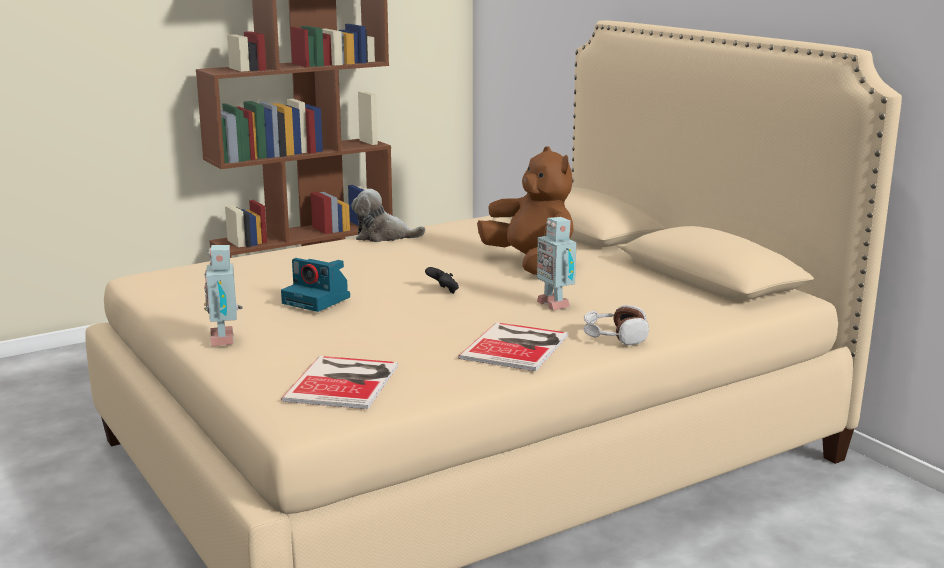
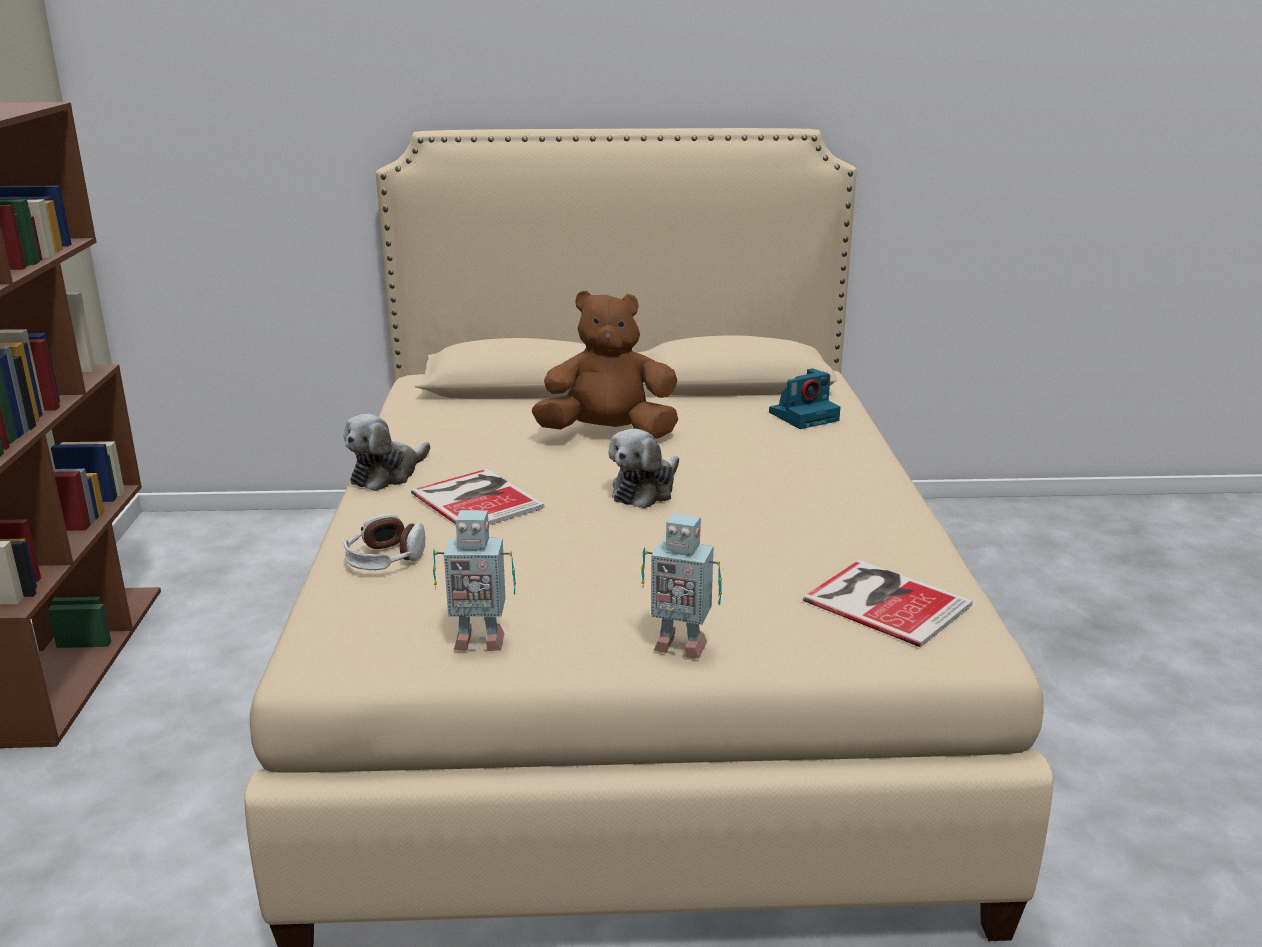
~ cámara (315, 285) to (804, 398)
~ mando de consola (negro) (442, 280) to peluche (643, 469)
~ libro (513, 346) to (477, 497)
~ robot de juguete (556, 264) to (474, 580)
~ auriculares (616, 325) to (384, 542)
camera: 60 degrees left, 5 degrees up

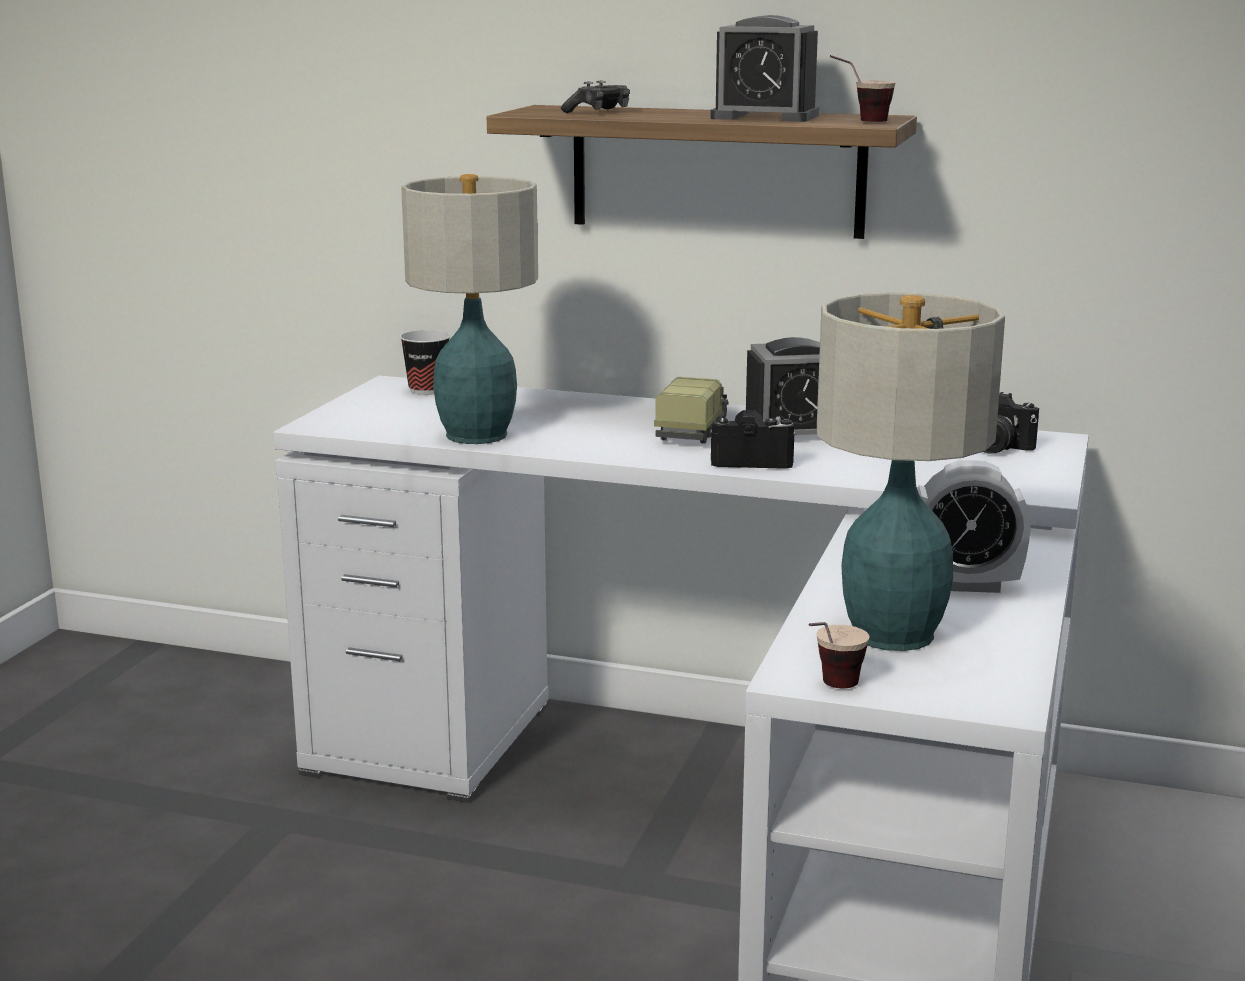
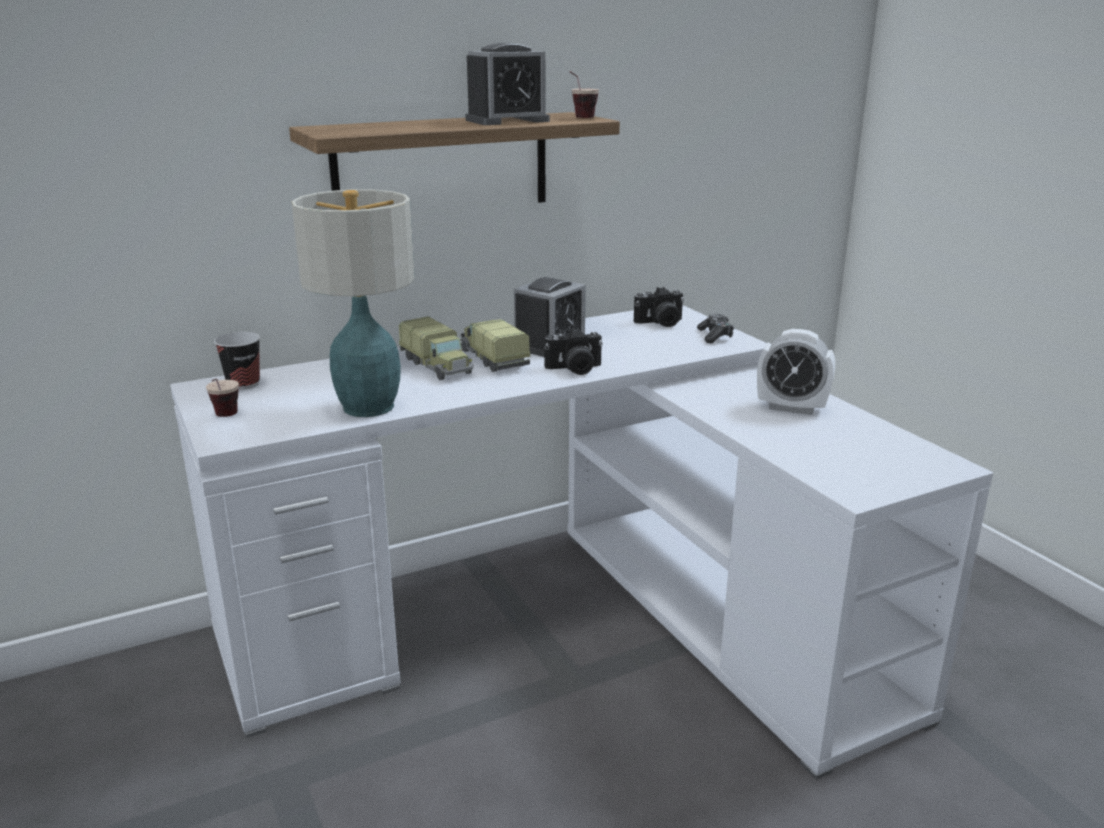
~ mando de consola (595, 96) to (715, 328)
~ cámara (753, 439) = (573, 351) 150 degrees counterclockwise
~ taza (839, 655) to (222, 397)
- lámpara de mesa (911, 471)
~ despertador (974, 526) = (796, 372) 60 degrees clockwise
+ camión de juguete (436, 348)
camera: 45 degrees left, 5 degrees up

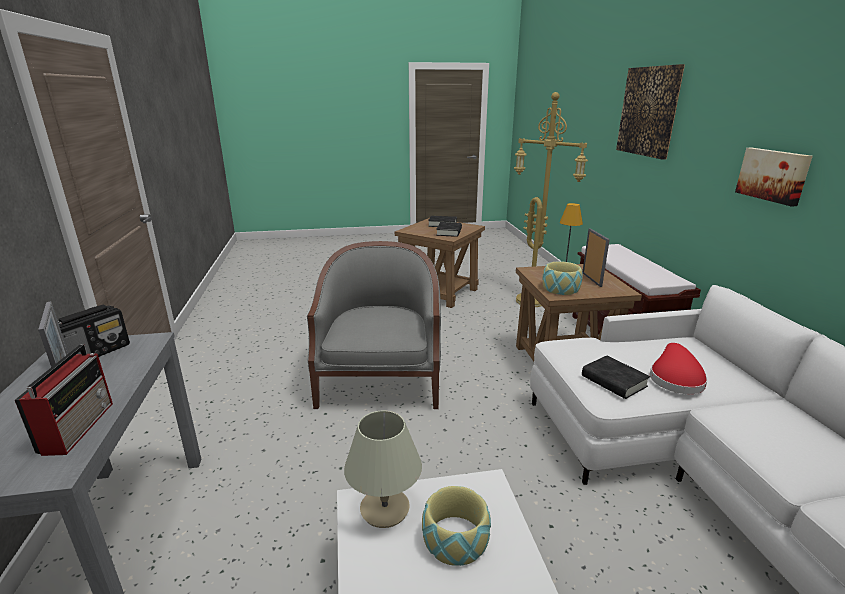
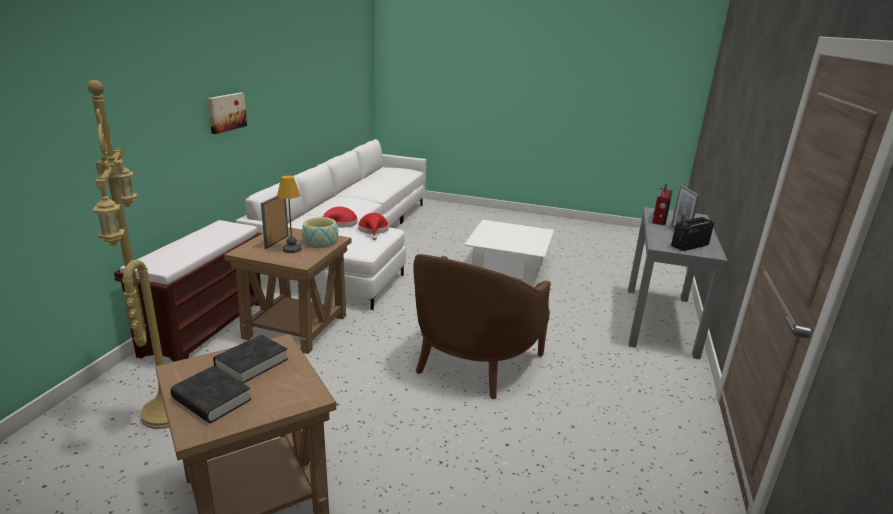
~ sillón (gris) (374, 325) to sillón (marrón) (482, 326)
- lámpara de mesa (beis) (383, 469)
- cuenco (456, 526)
~ libro (negro) (616, 377) to sombrero (rojo) (373, 226)
- cuadro (650, 111)
camera: 155 degrees left, 0 degrees up

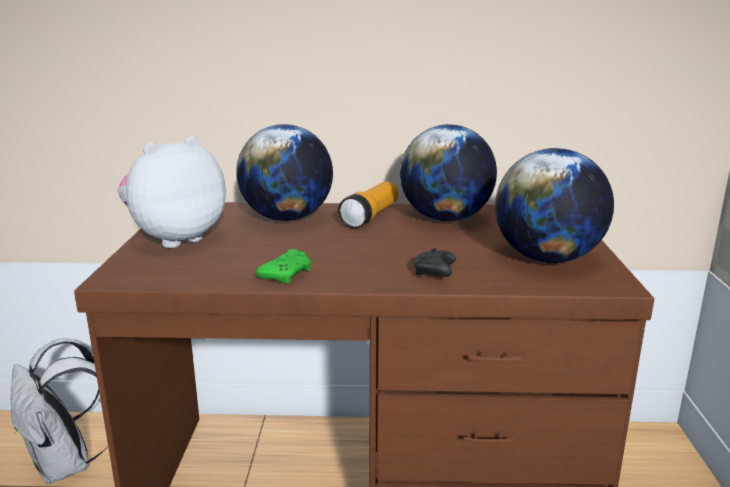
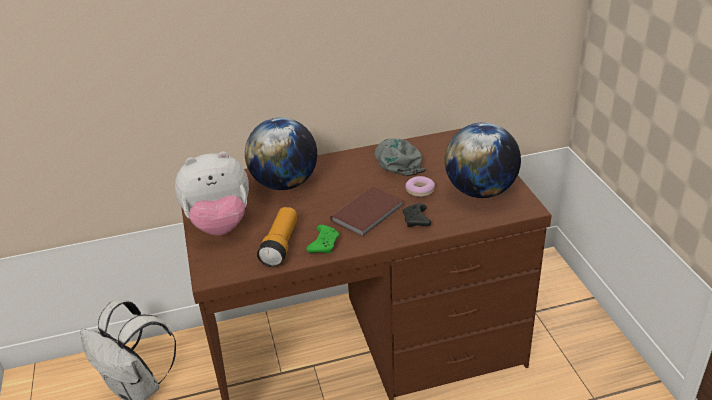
~ peluche (172, 192) = (212, 193) 135 degrees counterclockwise
~ linterna (368, 205) to (277, 237)
~ globo terráqueo (448, 172) to gorra (gris) (400, 157)
+ libro (marrón) (366, 212)
+ rosquilla (420, 186)
camera: 15 degrees left, 15 degrees up

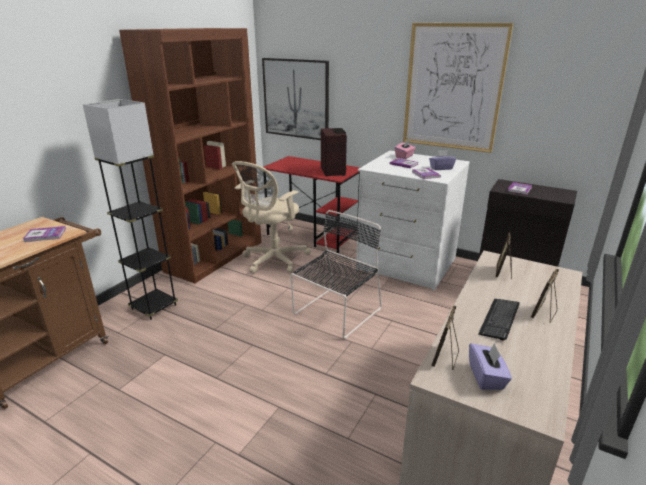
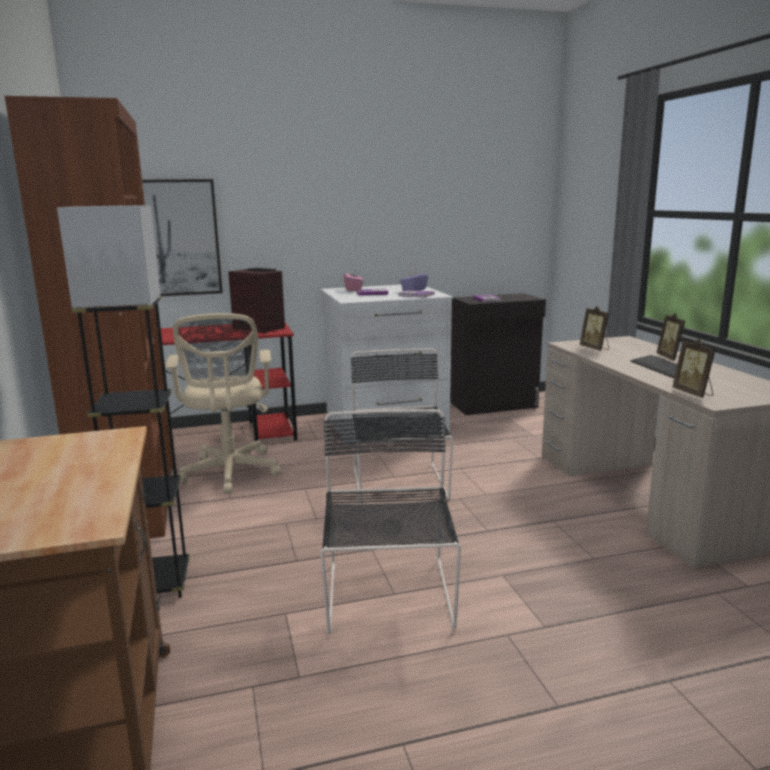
- libro (44, 234)
- cuadro (458, 88)
- caja de pañuelos (morado) (490, 366)
+ silla (negro) (390, 521)
camera: 45 degrees left, 10 degrees down

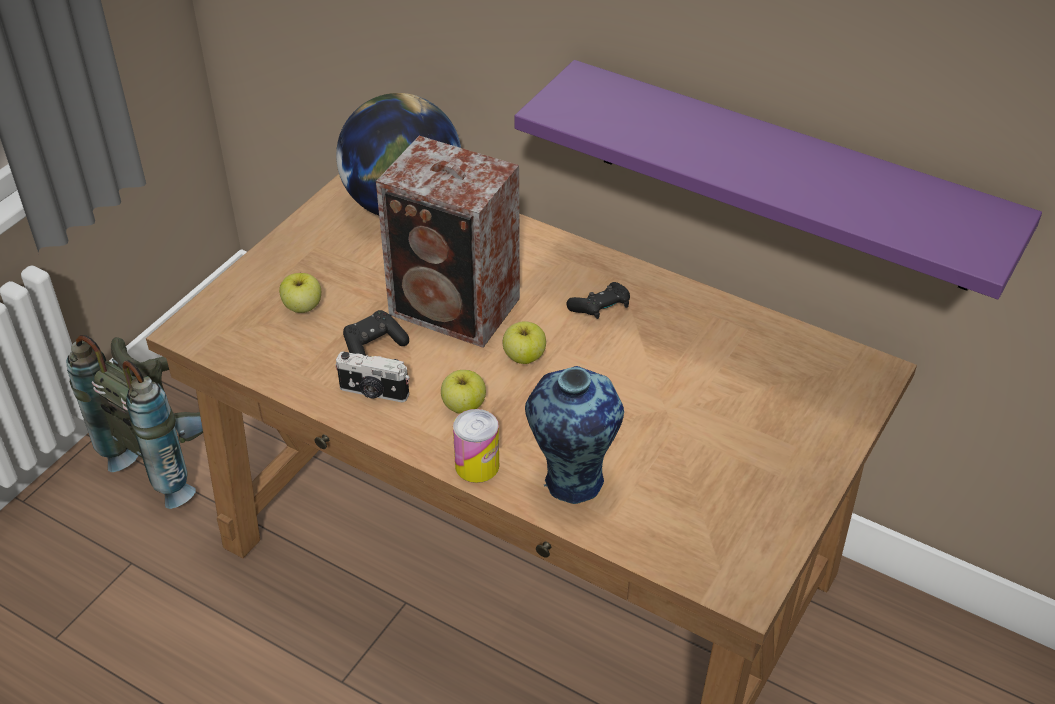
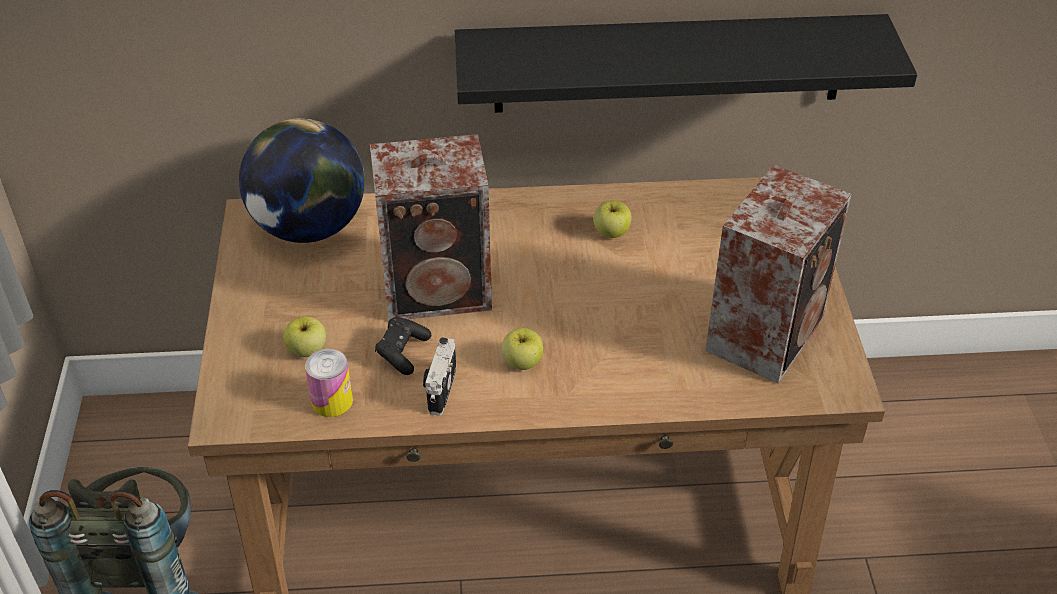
~ cámara (372, 376) = (439, 376) 120 degrees clockwise
~ lata (476, 446) to (329, 383)
~ manzana (524, 342) to (612, 219)
~ estante (morado) (778, 179) to estante (negro) (686, 63)
- florero (574, 435)
- mando de consola (negro) (598, 300)
+ altavoz (778, 274)
camera: 35 degrees left, 0 degrees up

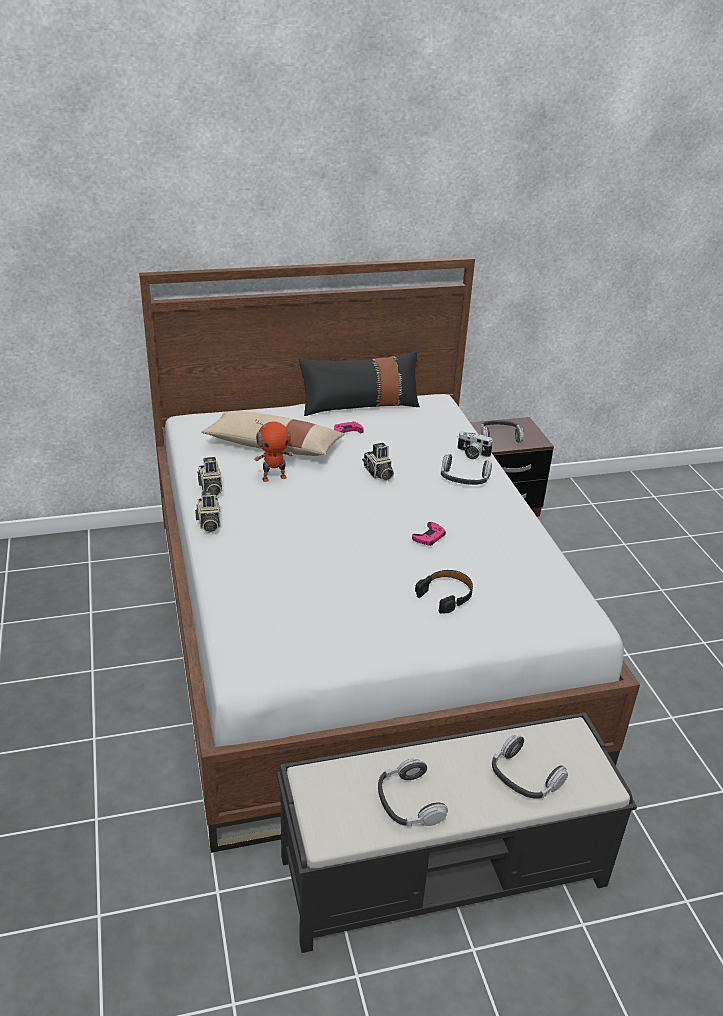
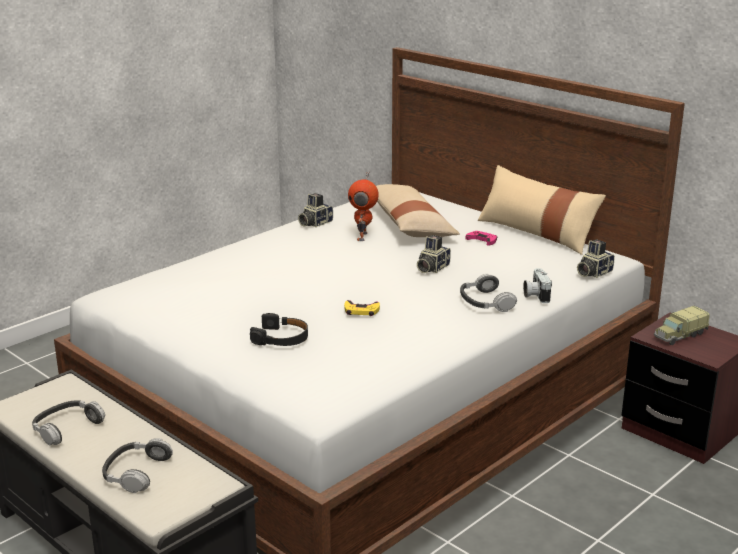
~ cámara (207, 511) to (596, 258)
~ robot de juguete (273, 450) = (363, 206) 60 degrees clockwise
~ cojín (negro) (359, 383) to cojín (beis) (542, 210)
~ mando de consola (rosa) (429, 534) to mando de consola (amarillo) (362, 308)
~ auriculares (502, 432) to camión de juguete (682, 325)
camera: 60 degrees right, 10 degrees down

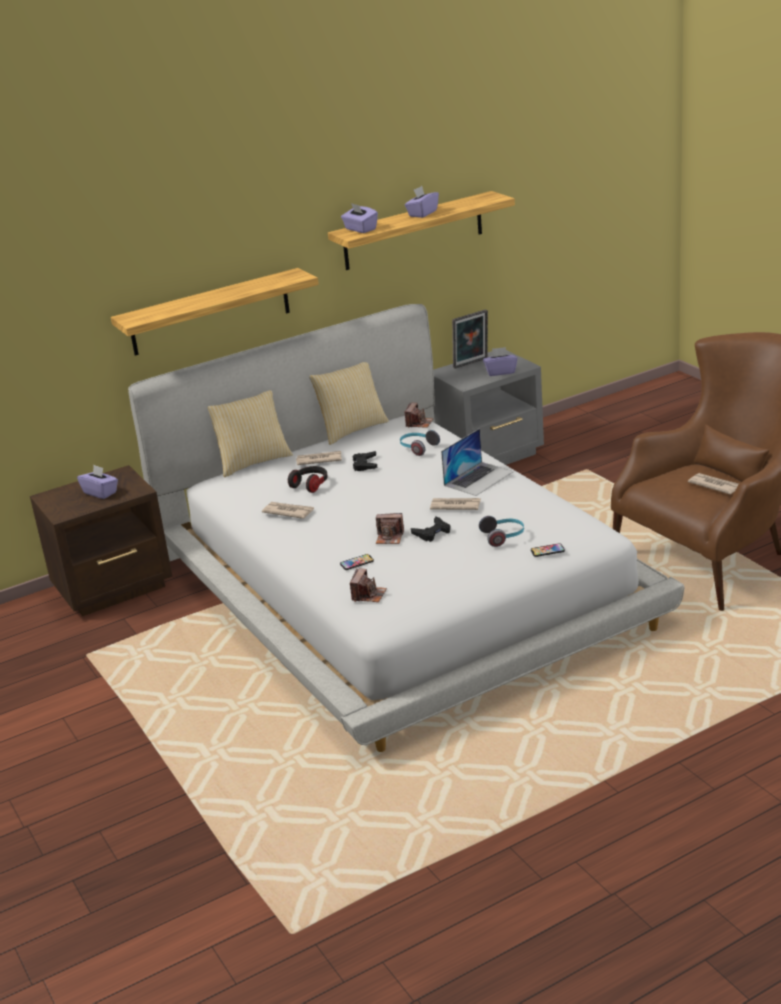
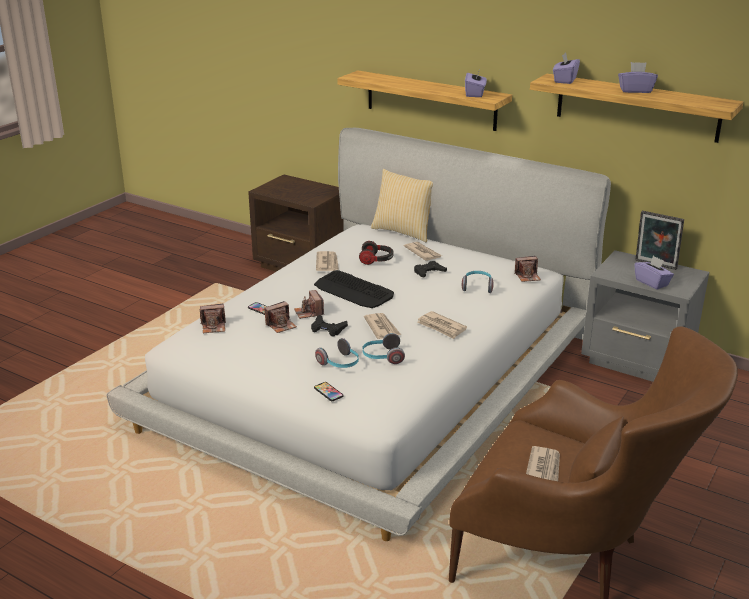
~ caja de pañuelos (morado) (97, 482) to (476, 82)
- cojín (349, 403)
~ portátil (477, 462) to periódico (442, 325)
+ cámara (280, 317)
+ teclado (354, 289)
+ auriculares (383, 348)
camera: 60 degrees right, 0 degrees up

